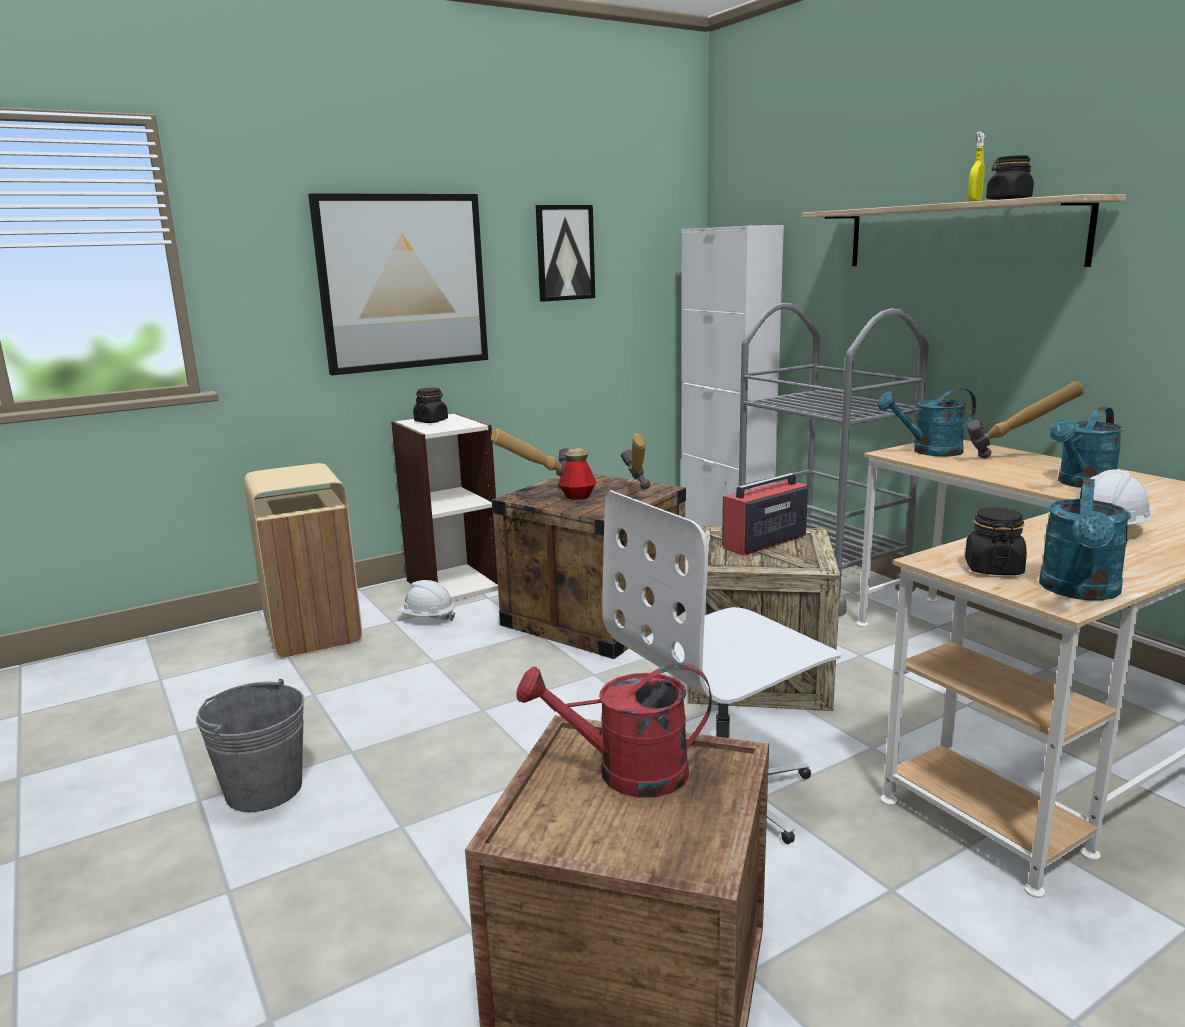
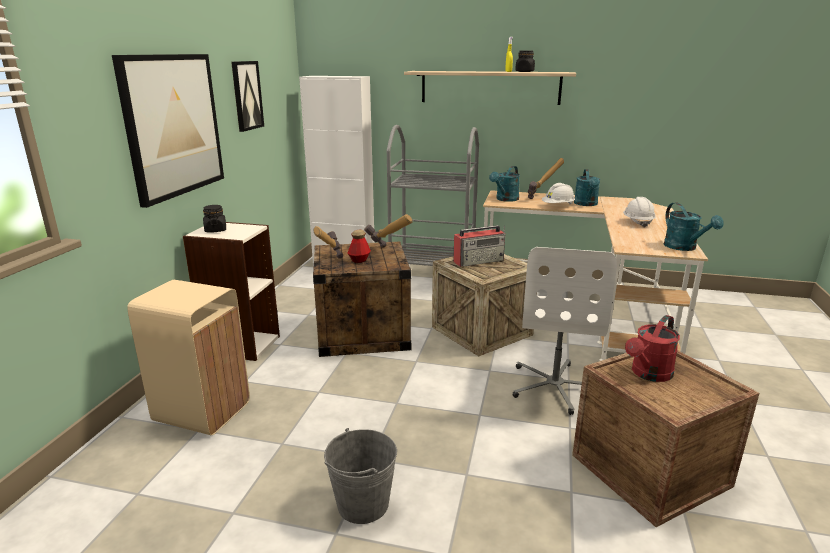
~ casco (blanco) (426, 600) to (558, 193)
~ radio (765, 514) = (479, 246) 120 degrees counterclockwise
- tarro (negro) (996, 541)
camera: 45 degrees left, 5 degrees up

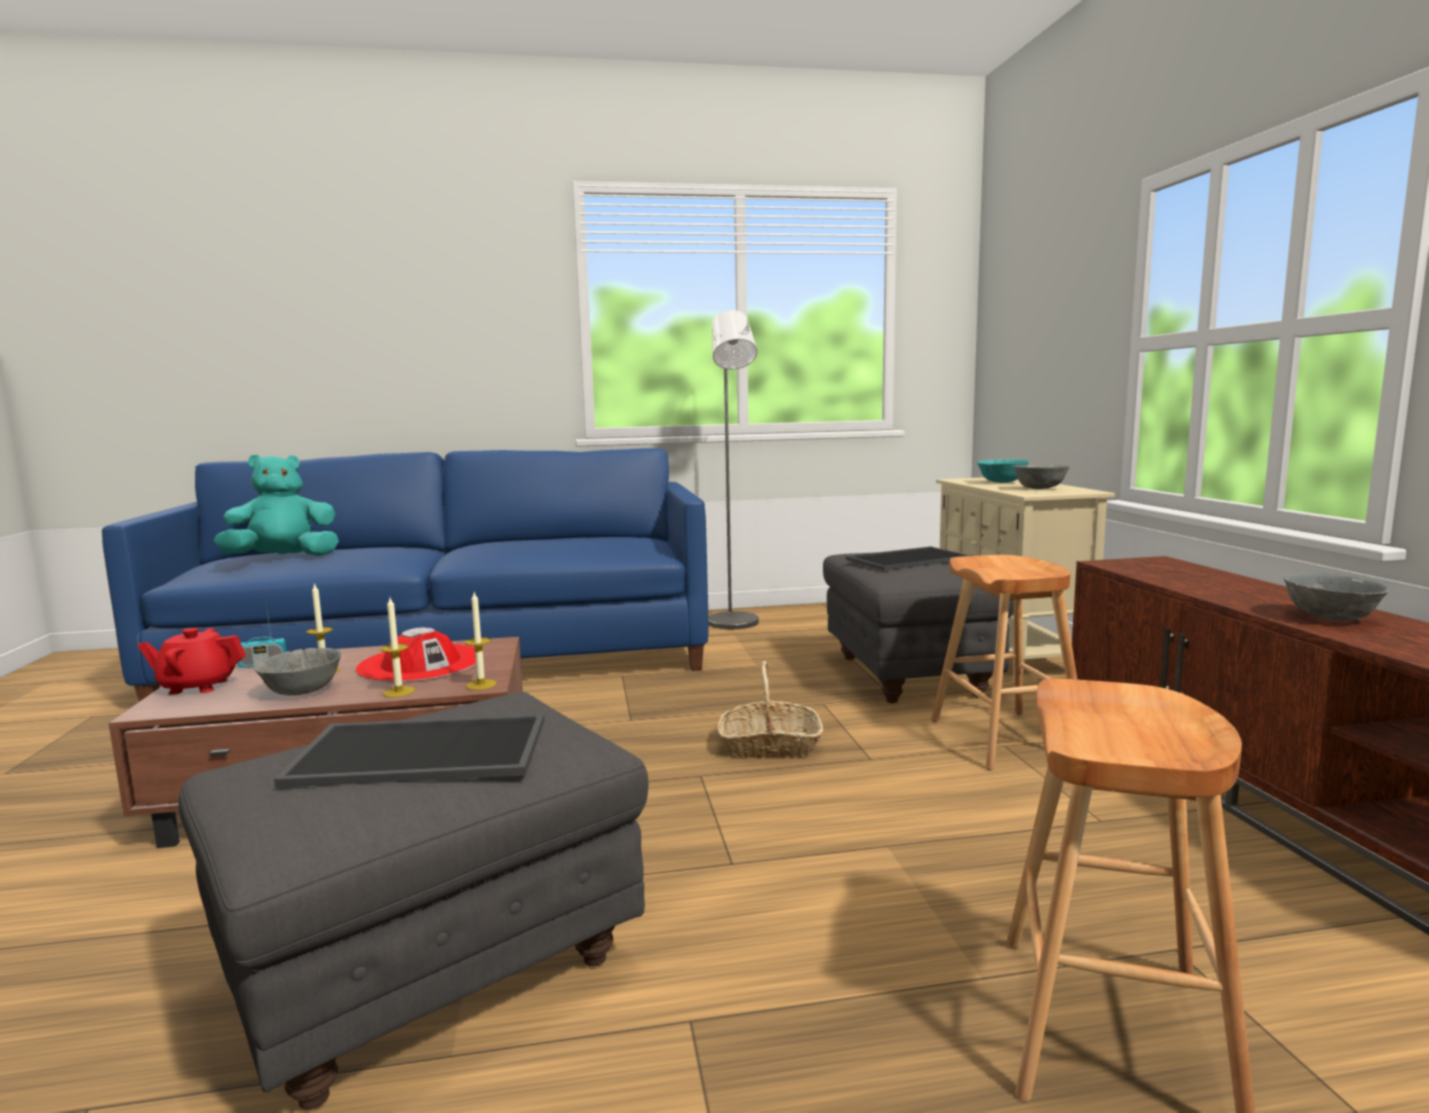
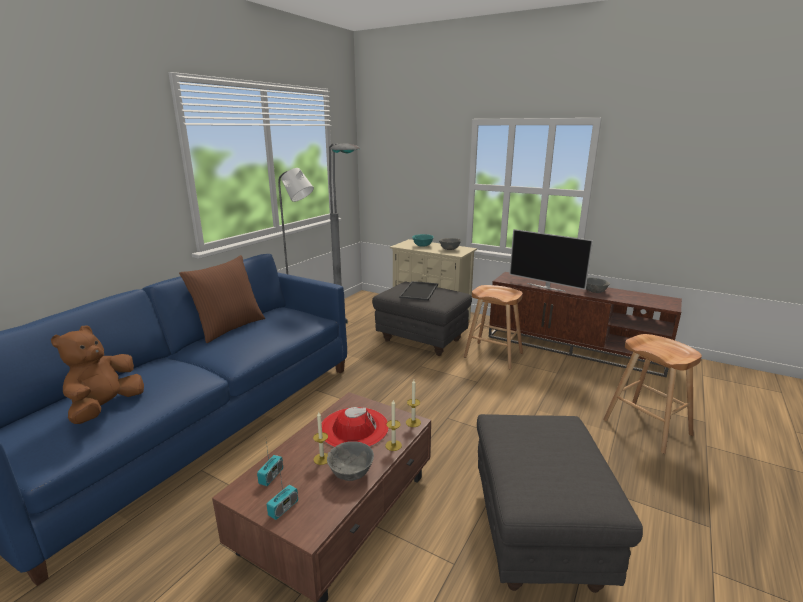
~ tetera (rojo) (191, 661) to radio (282, 495)
~ peluche (turquesa) (276, 505) to peluche (marrón) (97, 374)
- bandeja (409, 751)
- cesta (770, 709)
+ cojín (marrón) (222, 299)
+ lámpara de pie (gris) (344, 233)
+ televisor (551, 260)
camera: 50 degrees left, 10 degrees up

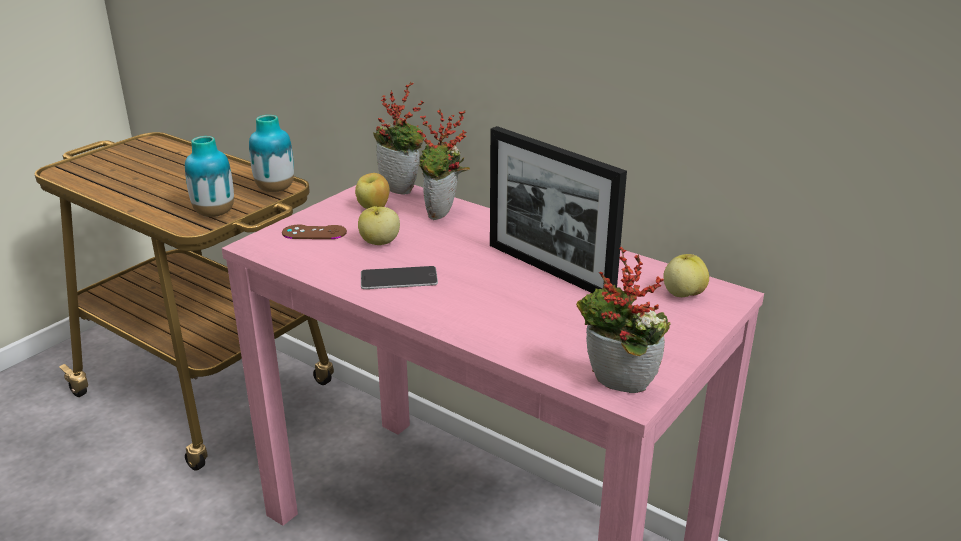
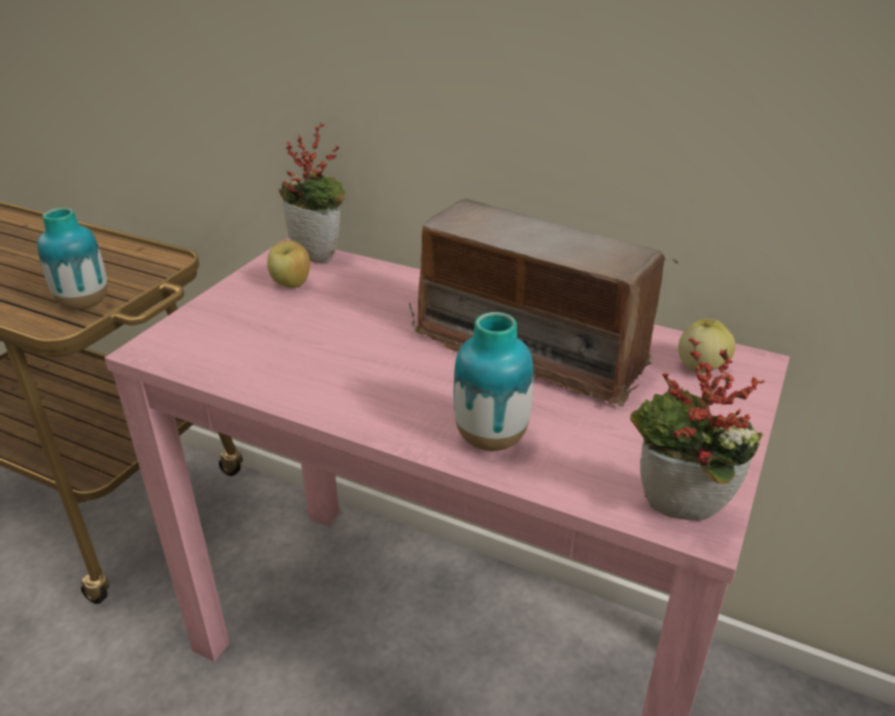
~ florero (271, 153) to (494, 381)
- mando de consola (marrón) (314, 232)
- manzana (379, 225)
- móvil (399, 277)
- planta en maceta (443, 164)
~ portarretratos (558, 209) to radio (543, 303)
camera: 10 degrees left, 5 degrees up

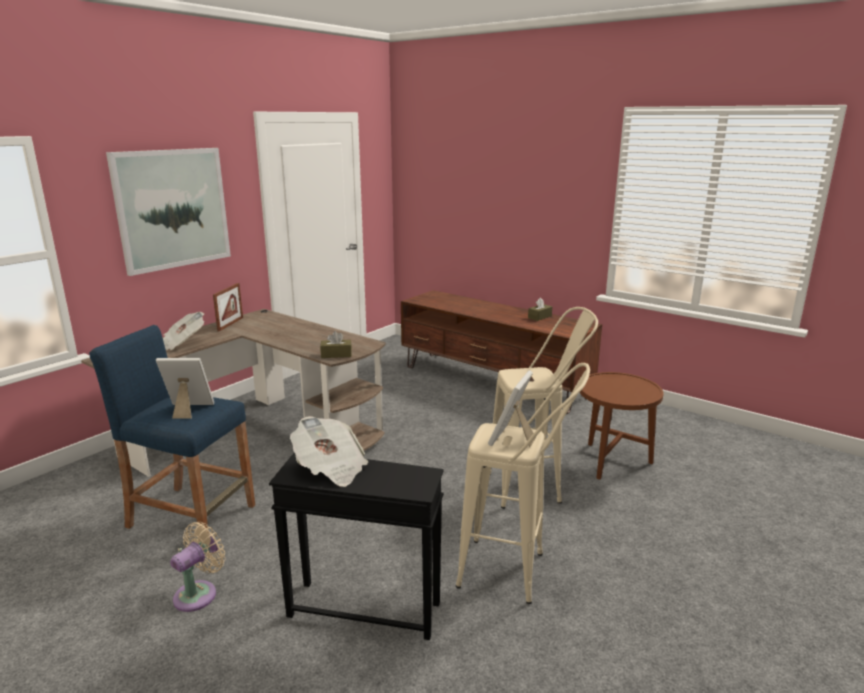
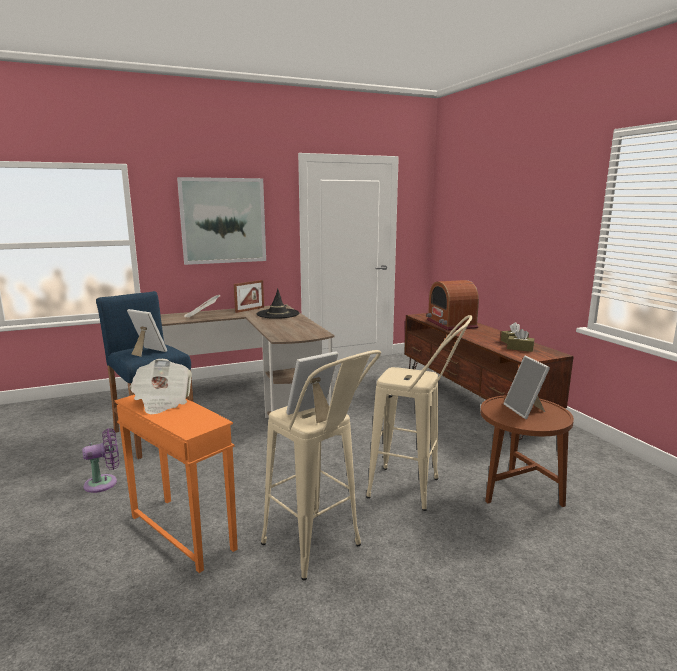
~ ventilador (beis) (197, 567) to ventilador (morado) (100, 460)
~ mesa auxiliar (negro) (356, 546) to mesa auxiliar (naranja) (176, 484)
~ caja de pañuelos (marrón) (336, 344) to (520, 340)
+ sombrero (negro) (278, 303)
+ radio (453, 305)
+ portarretratos (526, 387)
camera: 30 degrees right, 5 degrees down

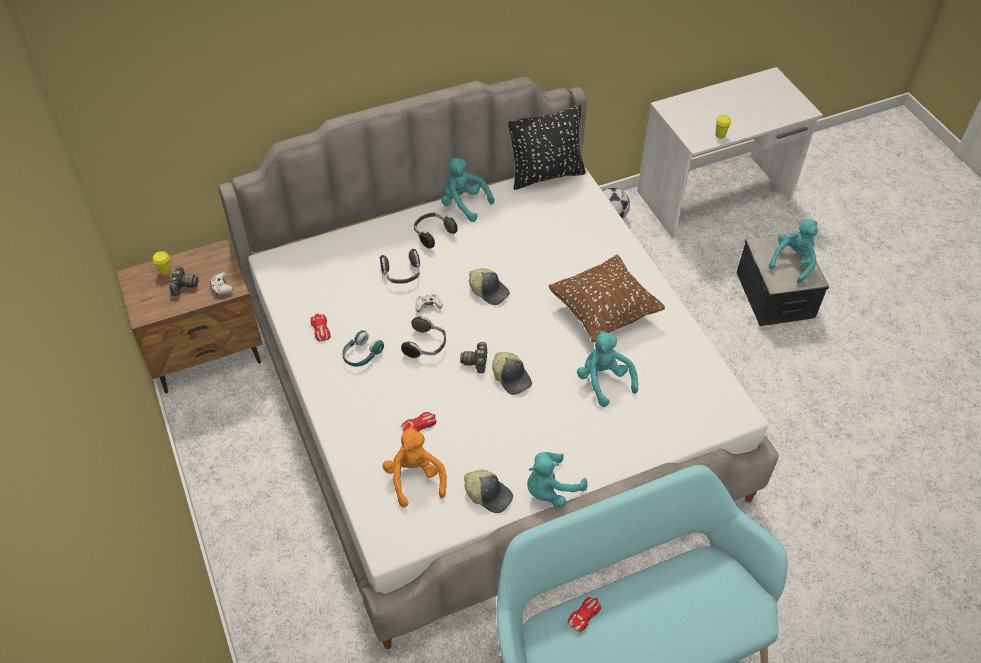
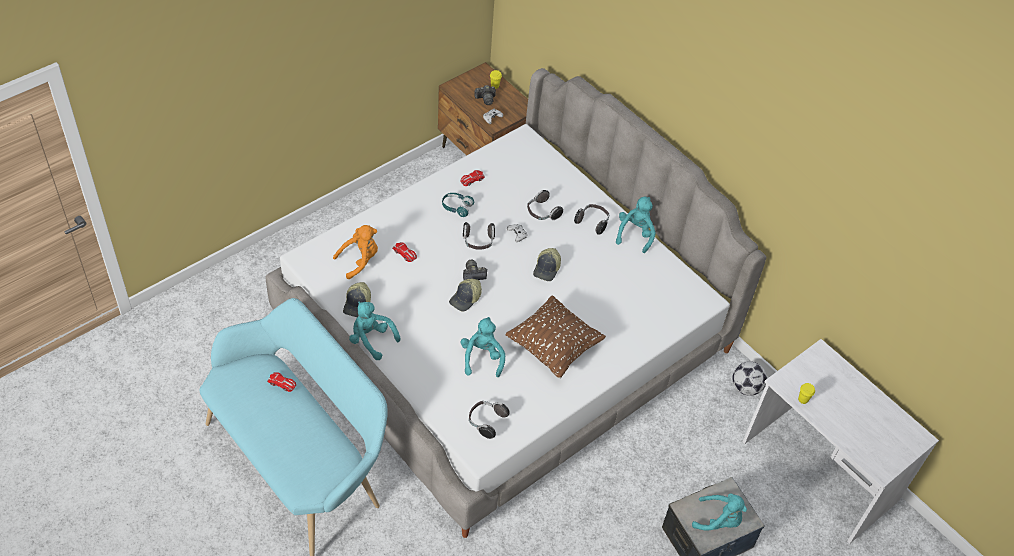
- cojín (negro) (547, 147)
~ peluche (turquesa) (607, 368) = (483, 347) 45 degrees counterclockwise
+ auriculares (489, 420)
camera: 70 degrees right, 0 degrees up

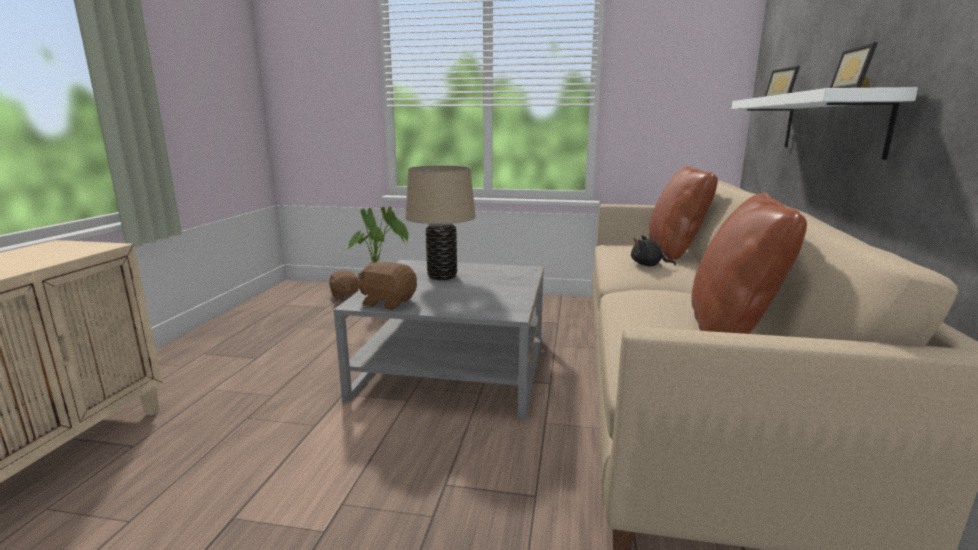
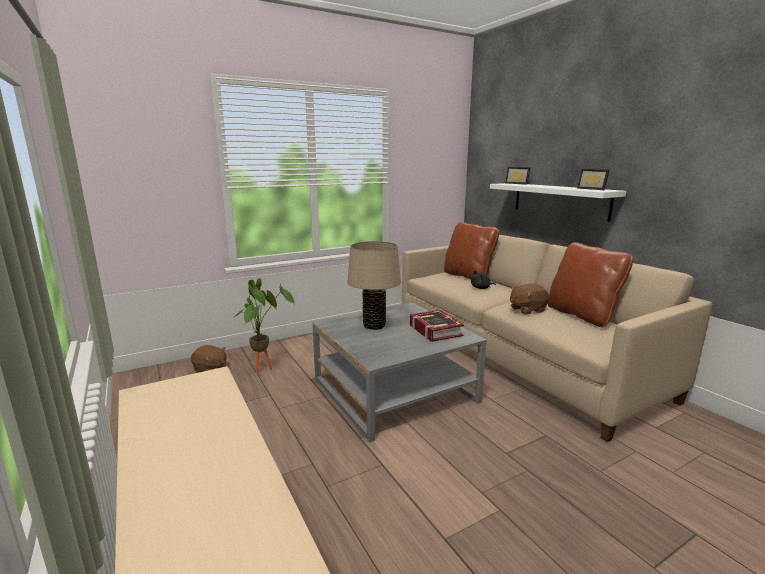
~ peluche (marrón) (387, 286) to (529, 298)
+ libro (437, 326)
camera: 40 degrees left, 0 degrees up

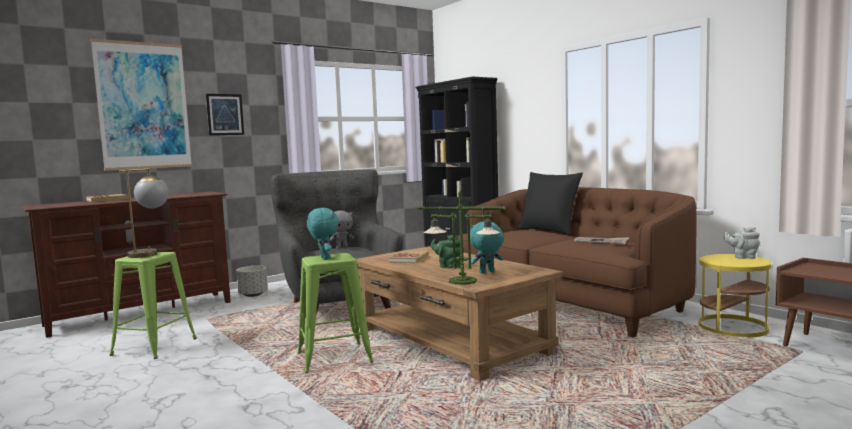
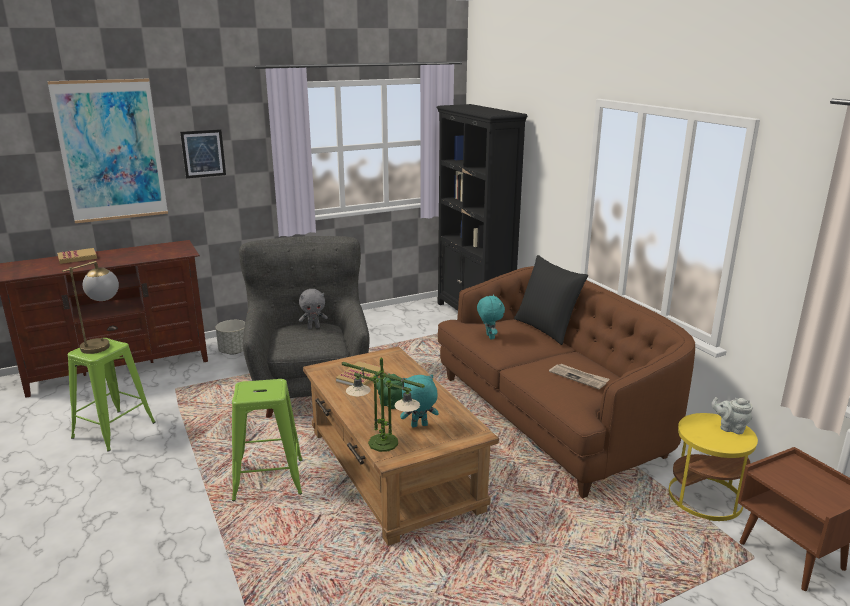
~ peluche (turquesa) (323, 234) to (491, 316)
camera: 10 degrees right, 15 degrees up

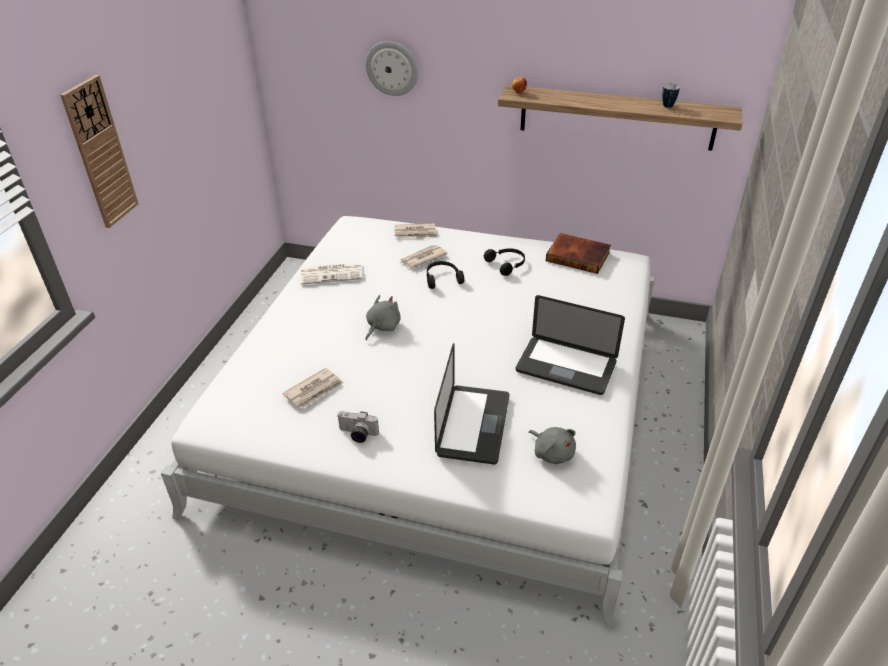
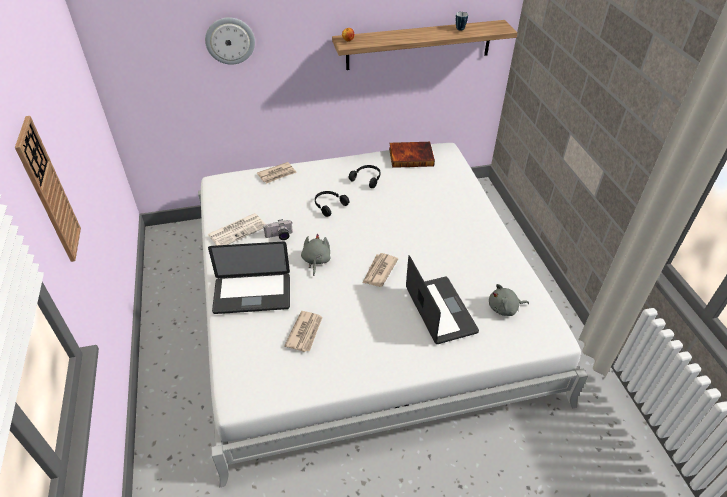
~ cámara (358, 427) to (278, 229)
~ periódico (424, 256) to (380, 270)
~ portátil (570, 345) to (249, 278)
~ peluche (gris) (552, 445) = (509, 300) 150 degrees clockwise
camera: 30 degrees left, 5 degrees up

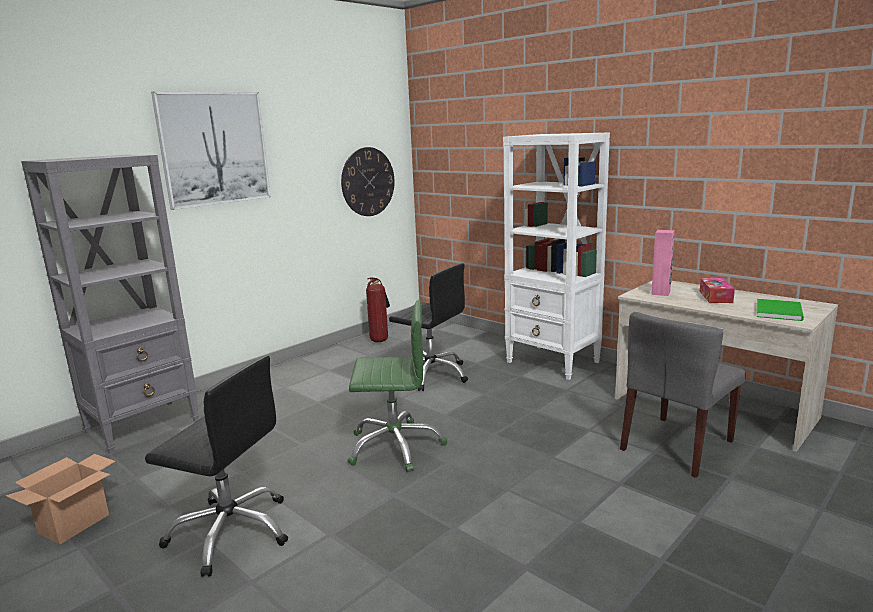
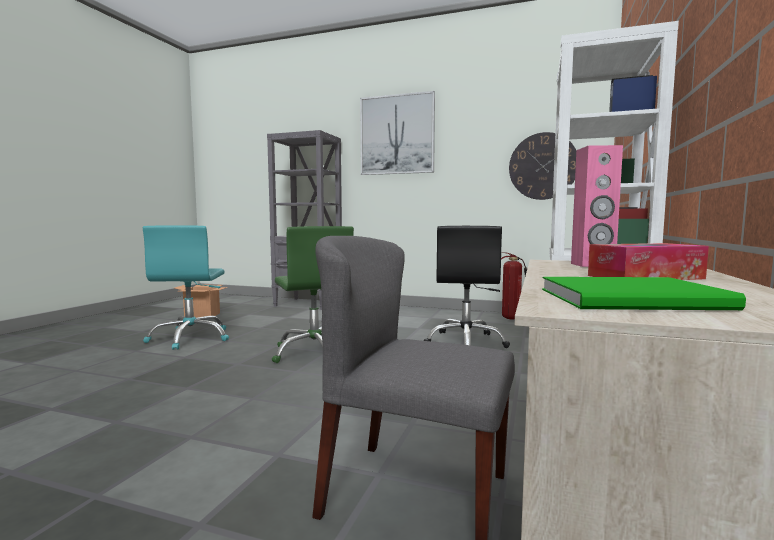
~ silla de oficina (negro) (216, 466) to silla de oficina (turquesa) (186, 287)
camera: 65 degrees right, 10 degrees down

